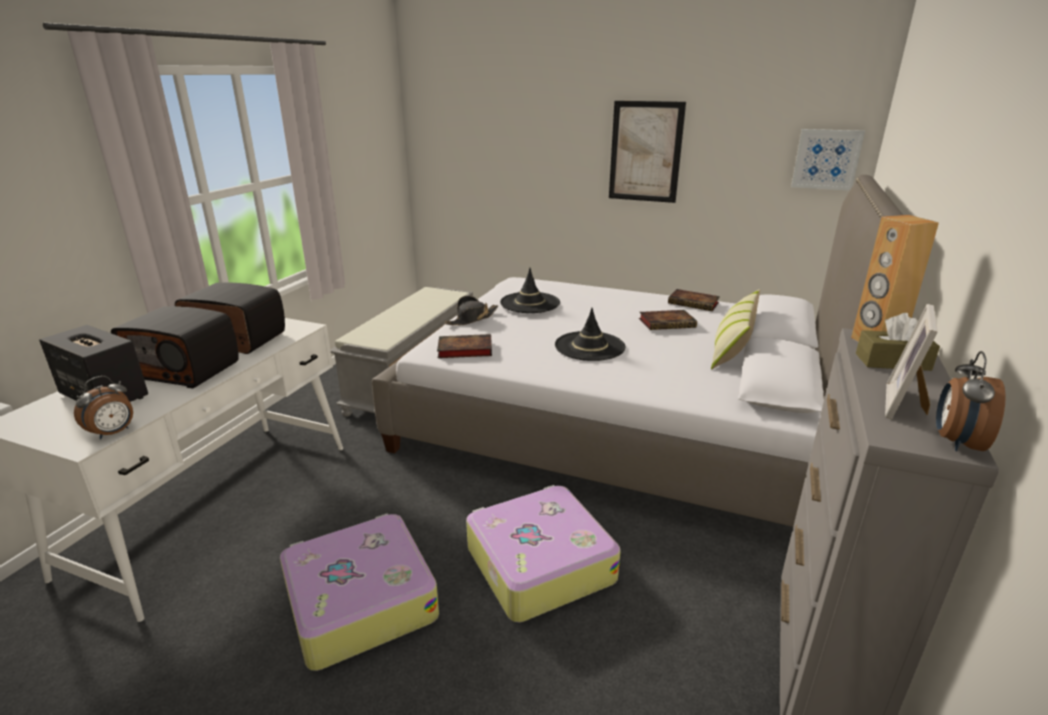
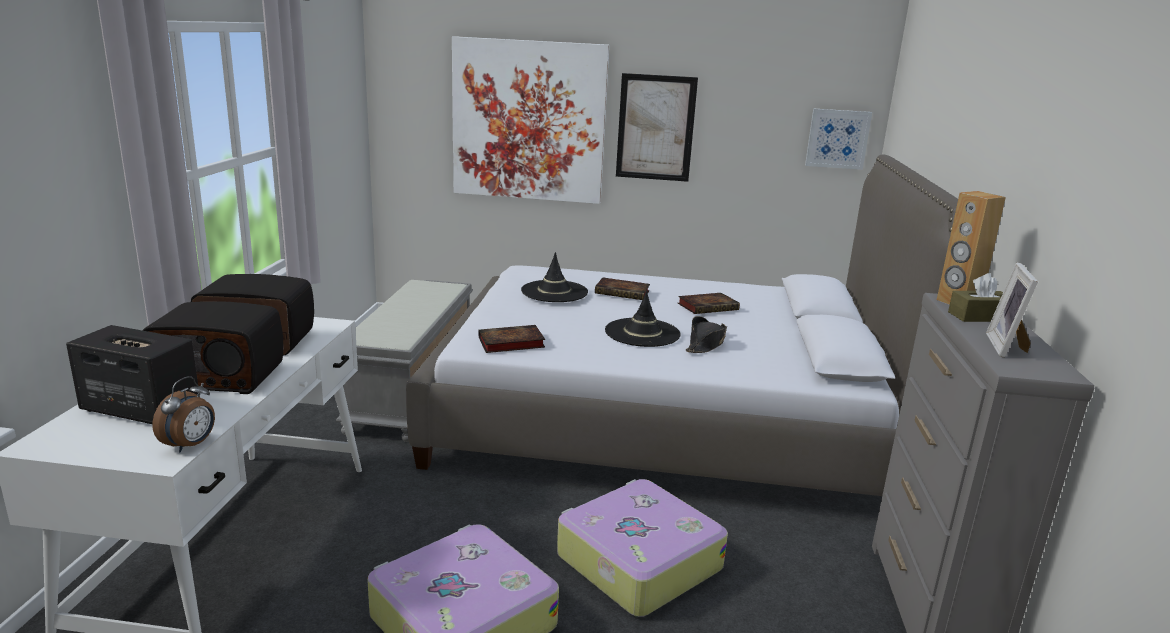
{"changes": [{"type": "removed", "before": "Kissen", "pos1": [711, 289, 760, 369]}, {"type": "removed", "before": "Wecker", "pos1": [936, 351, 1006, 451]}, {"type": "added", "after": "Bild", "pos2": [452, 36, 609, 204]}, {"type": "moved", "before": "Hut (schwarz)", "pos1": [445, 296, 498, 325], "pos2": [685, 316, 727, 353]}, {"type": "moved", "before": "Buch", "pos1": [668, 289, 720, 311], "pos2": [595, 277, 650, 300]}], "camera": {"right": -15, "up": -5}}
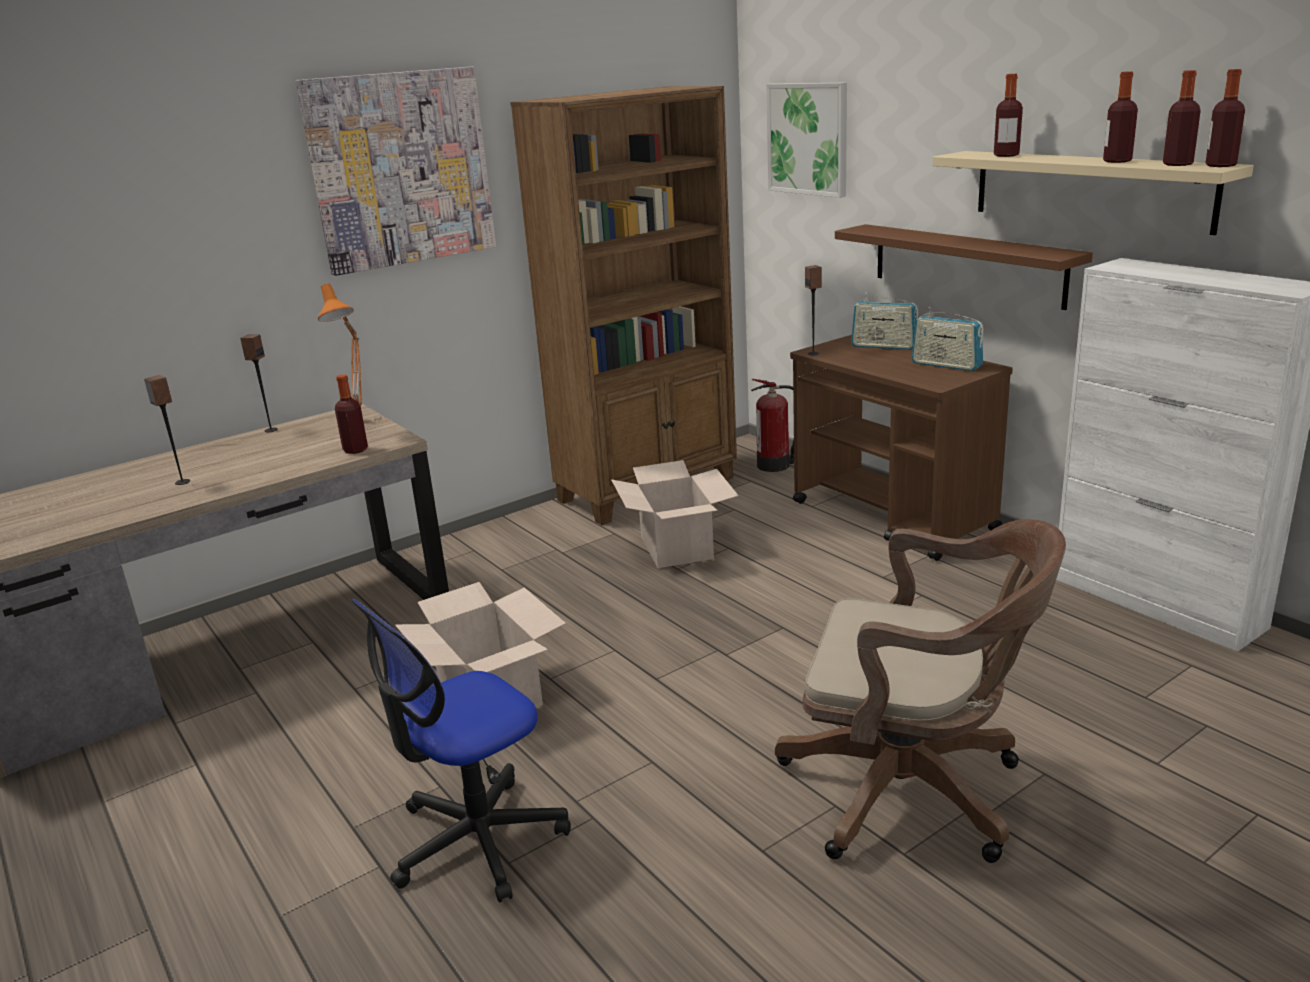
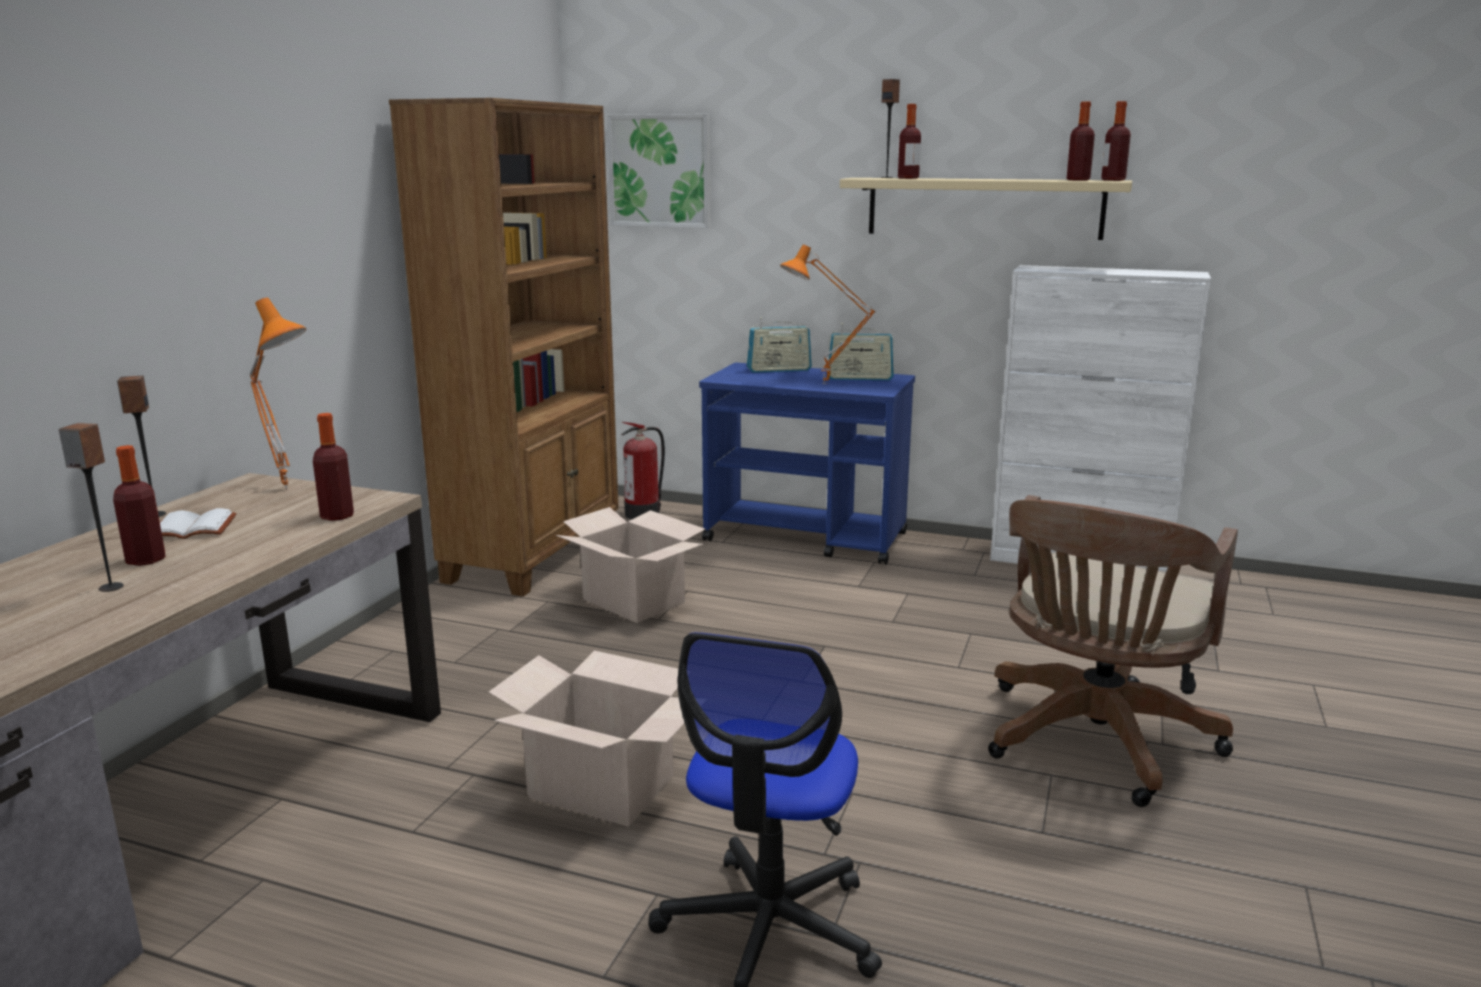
{"changes": [{"type": "removed", "before": "Bild", "pos1": [296, 66, 496, 276]}, {"type": "removed", "before": "Wandregal (braun)", "pos1": [835, 224, 1093, 310]}, {"type": "added", "after": "Buch (weiß)", "pos2": [160, 508, 237, 539]}, {"type": "added", "after": "Tischlampe (orange)", "pos2": [780, 244, 875, 384]}, {"type": "moved", "before": "Lautsprecher", "pos1": [805, 265, 822, 355], "pos2": [881, 79, 900, 178]}, {"type": "moved", "before": "Flasche", "pos1": [1103, 71, 1138, 163], "pos2": [113, 445, 165, 566]}, {"type": "recoloured", "before": "Rollwagen (braun)", "after": "Rollwagen (blau)", "pos1": [790, 335, 1013, 561], "pos2": [699, 363, 915, 565]}, {"type": "turned", "before": "Bürostuhl (braun)", "pos1": [775, 519, 1066, 863], "pos2": [988, 495, 1238, 807], "turn": 135}], "camera": {"right": -35, "up": -5}}
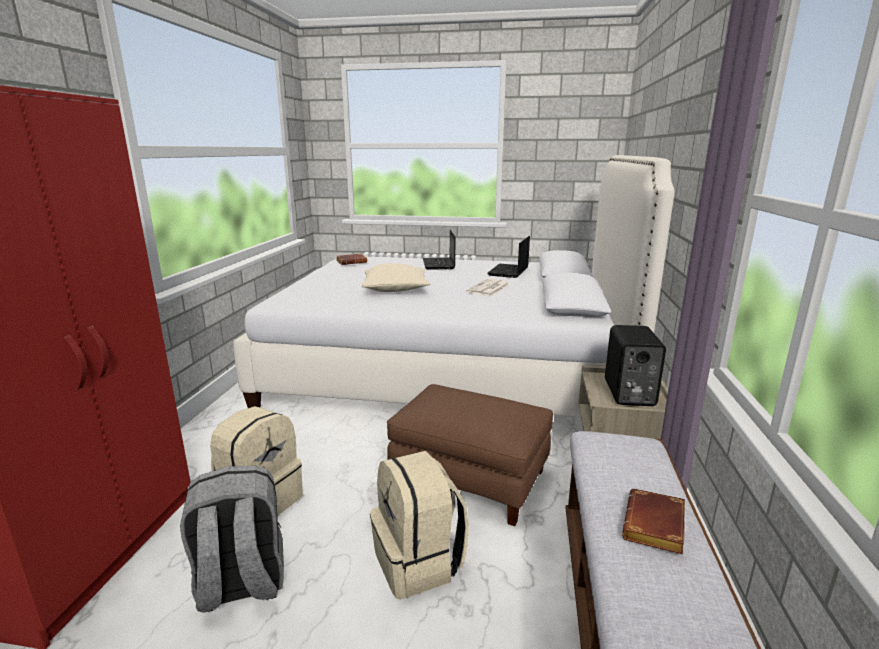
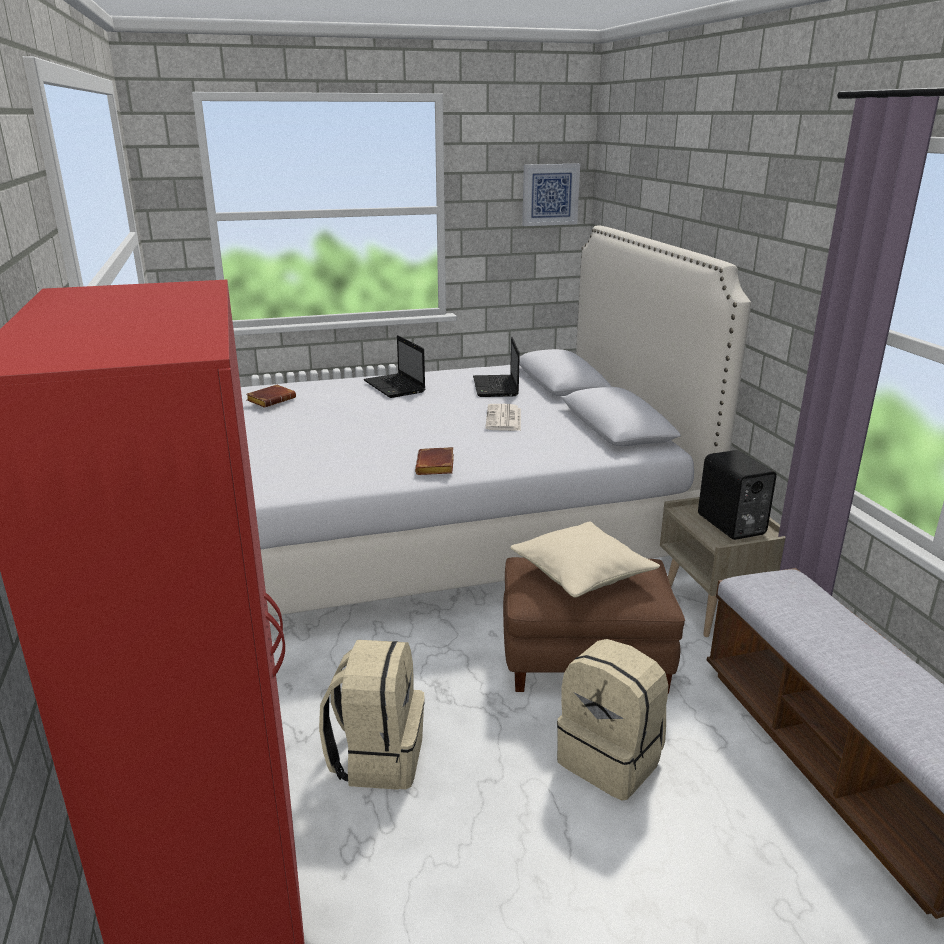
{"changes": [{"type": "removed", "before": "Rucksack (grau)", "pos1": [180, 466, 284, 613]}, {"type": "added", "after": "Bild", "pos2": [522, 164, 580, 226]}, {"type": "moved", "before": "Kissen (beige)", "pos1": [362, 263, 430, 292], "pos2": [510, 521, 660, 597]}, {"type": "moved", "before": "Buch (braun)", "pos1": [622, 489, 685, 554], "pos2": [415, 447, 454, 475]}], "camera": {"right": -25, "up": 5}}
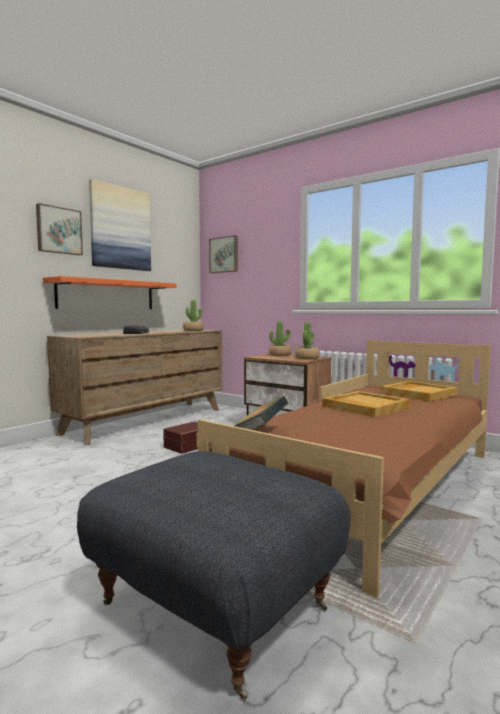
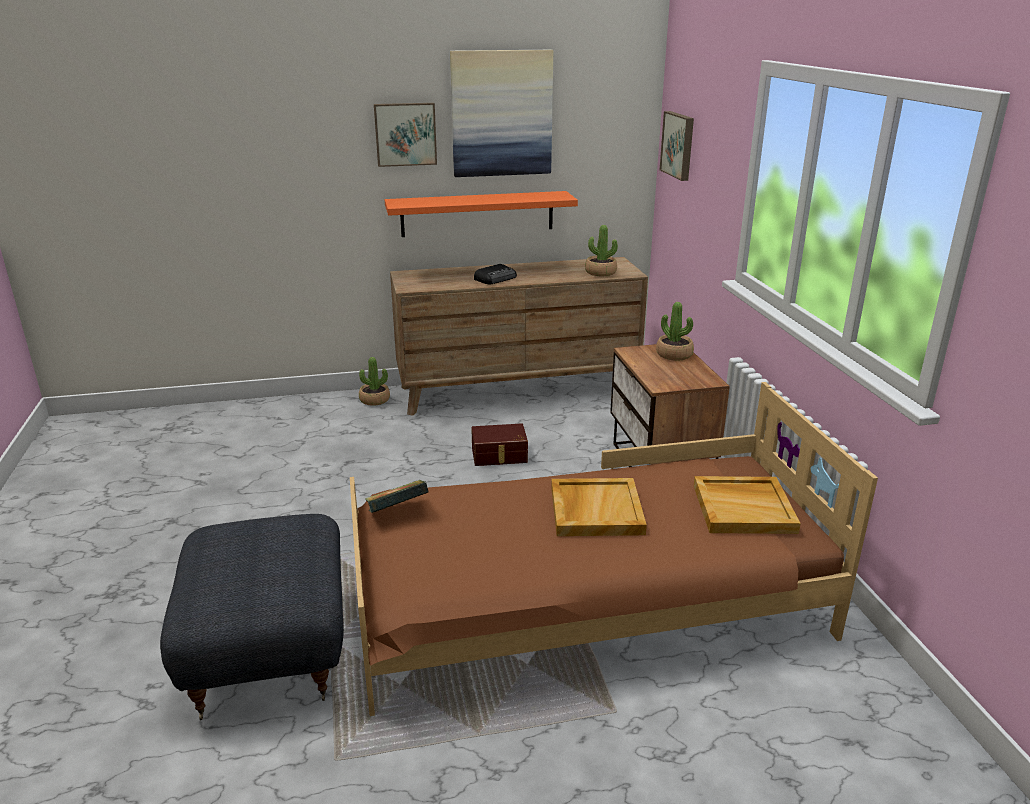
{"changes": [{"type": "moved", "before": "Topfpflanze", "pos1": [295, 321, 320, 359], "pos2": [359, 357, 390, 406]}], "camera": {"right": 40, "up": 20}}
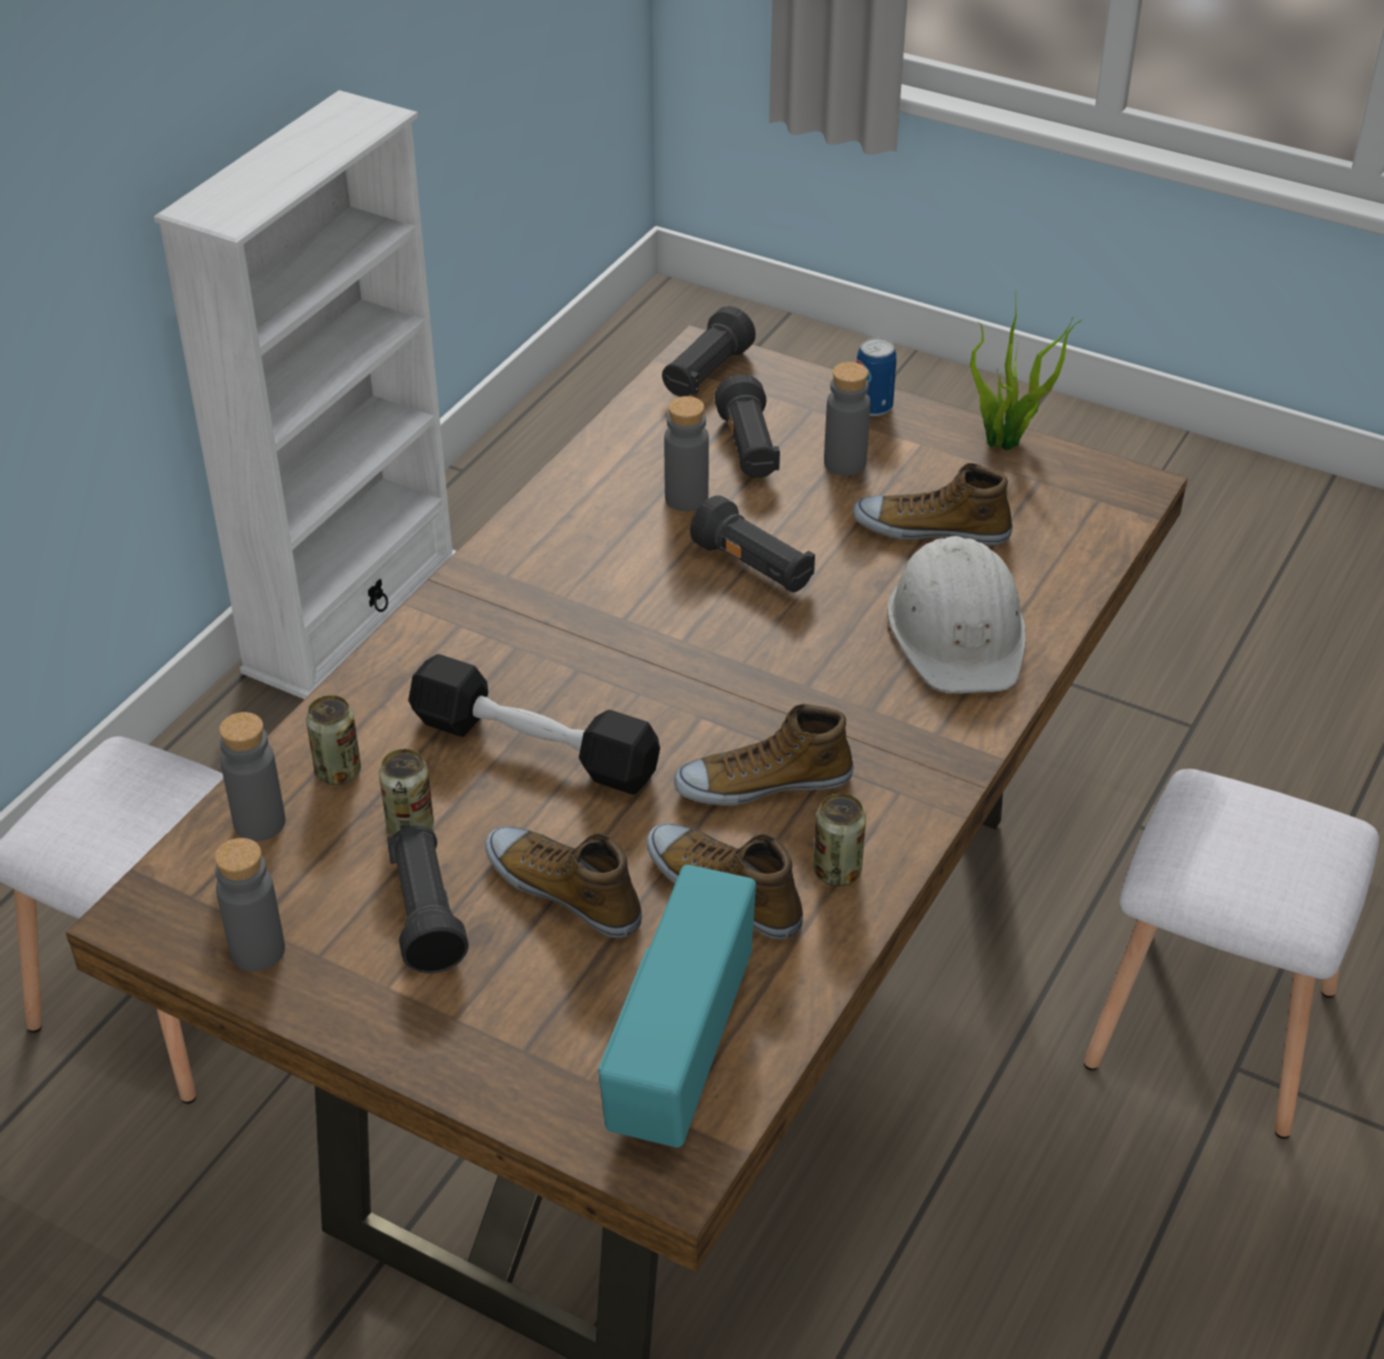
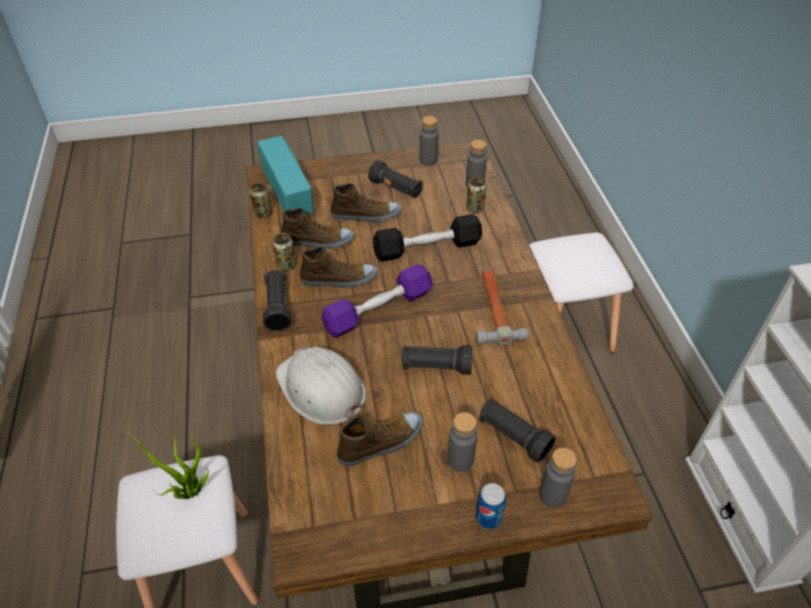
{"changes": [{"type": "added", "after": "Hantel (lila)", "pos2": [322, 264, 433, 338]}, {"type": "added", "after": "Hammer", "pos2": [476, 268, 529, 345]}, {"type": "moved", "before": "Dose", "pos1": [379, 749, 434, 836], "pos2": [250, 182, 272, 218]}, {"type": "moved", "before": "Taschenlampe (schwarz)", "pos1": [662, 306, 756, 397], "pos2": [263, 270, 291, 331]}, {"type": "moved", "before": "Flasche (grau)", "pos1": [664, 396, 709, 512], "pos2": [539, 448, 577, 508]}, {"type": "moved", "before": "Topfpflanze", "pos1": [970, 304, 1082, 451], "pos2": [125, 430, 209, 499]}, {"type": "turned", "before": "Schuh", "pos1": [674, 704, 854, 806], "pos2": [300, 247, 377, 288], "turn": 45}], "camera": {"right": 140, "up": 5}}
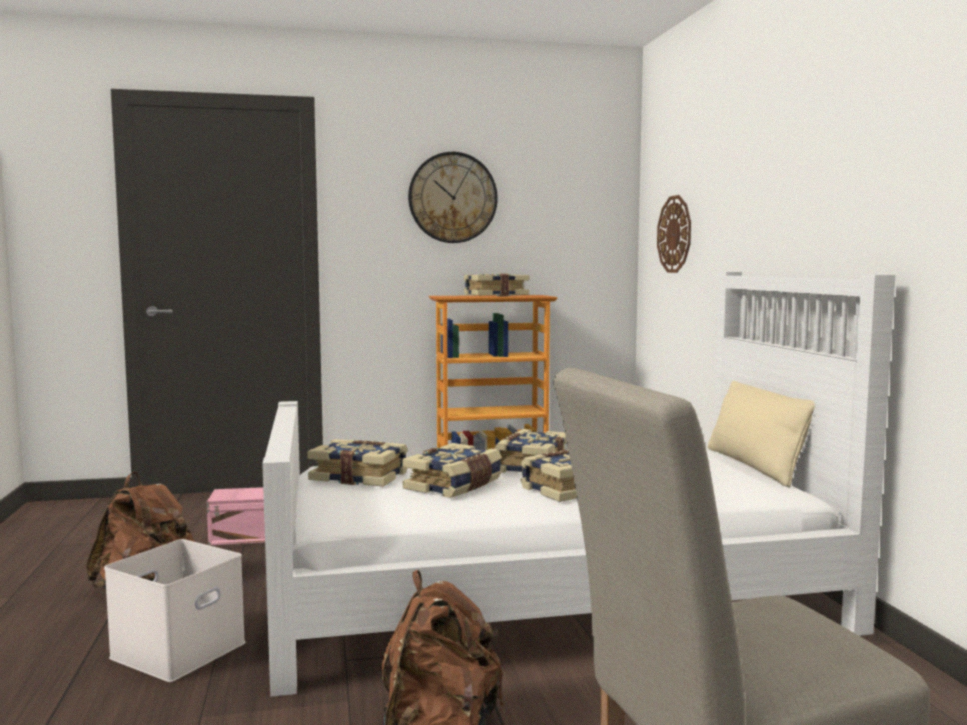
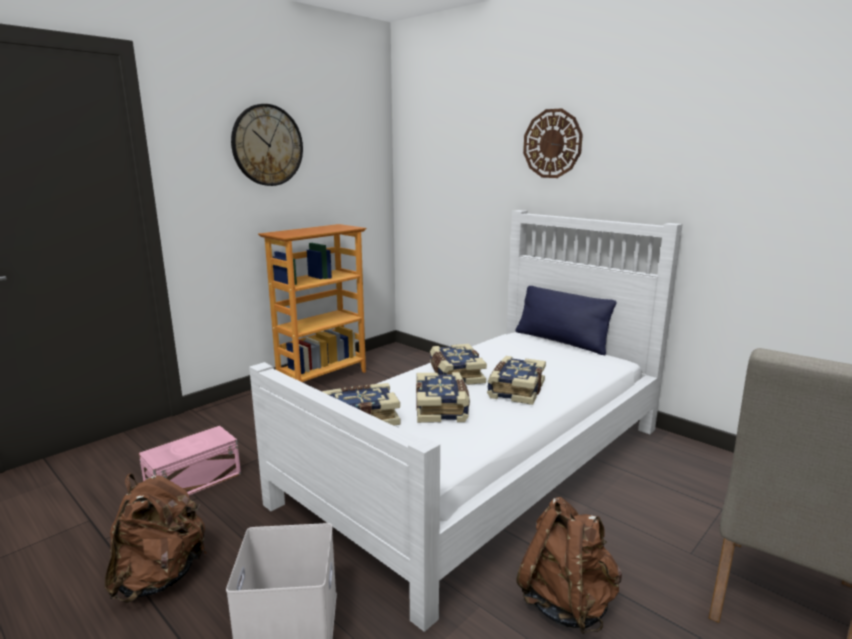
{"changes": [{"type": "removed", "before": "Buch", "pos1": [464, 274, 529, 297]}, {"type": "moved", "before": "Wanduhr", "pos1": [657, 195, 691, 273], "pos2": [523, 108, 583, 178]}, {"type": "recoloured", "before": "Kissen (beige)", "after": "Kissen (blau)", "pos1": [708, 381, 815, 487], "pos2": [515, 286, 617, 355]}], "camera": {"right": -35, "up": 10}}
